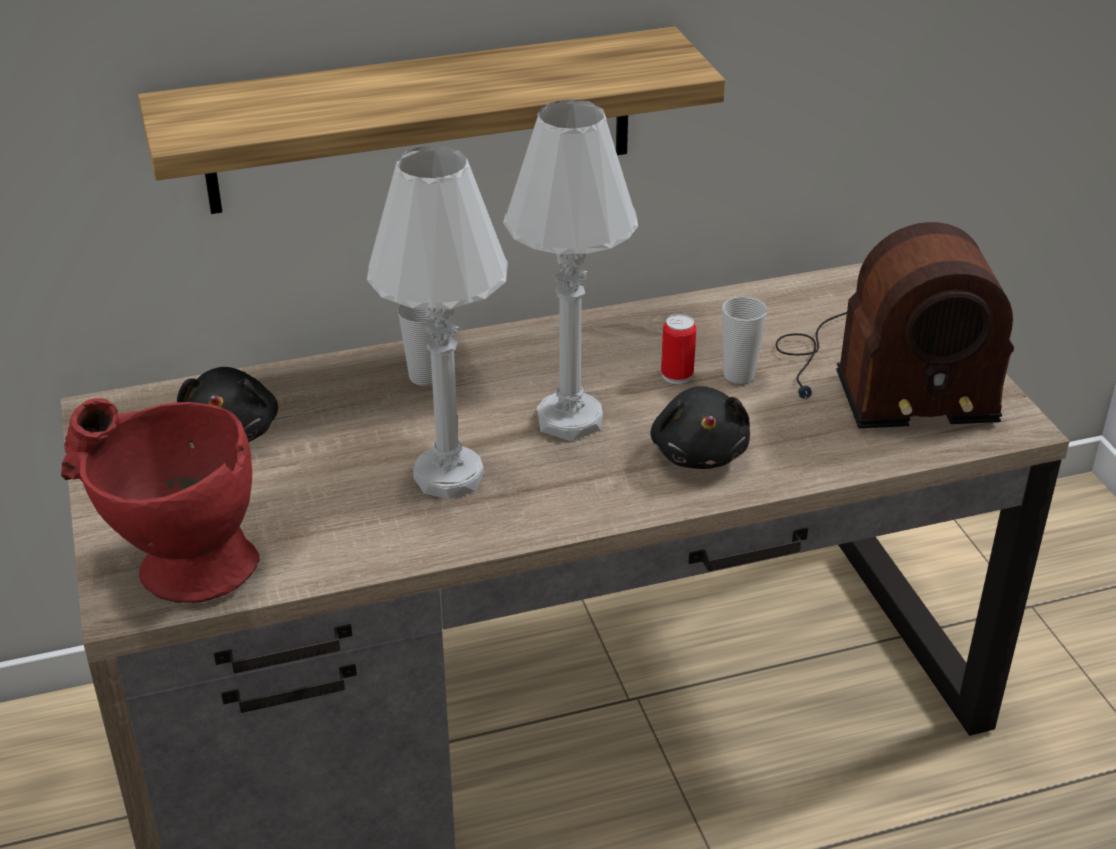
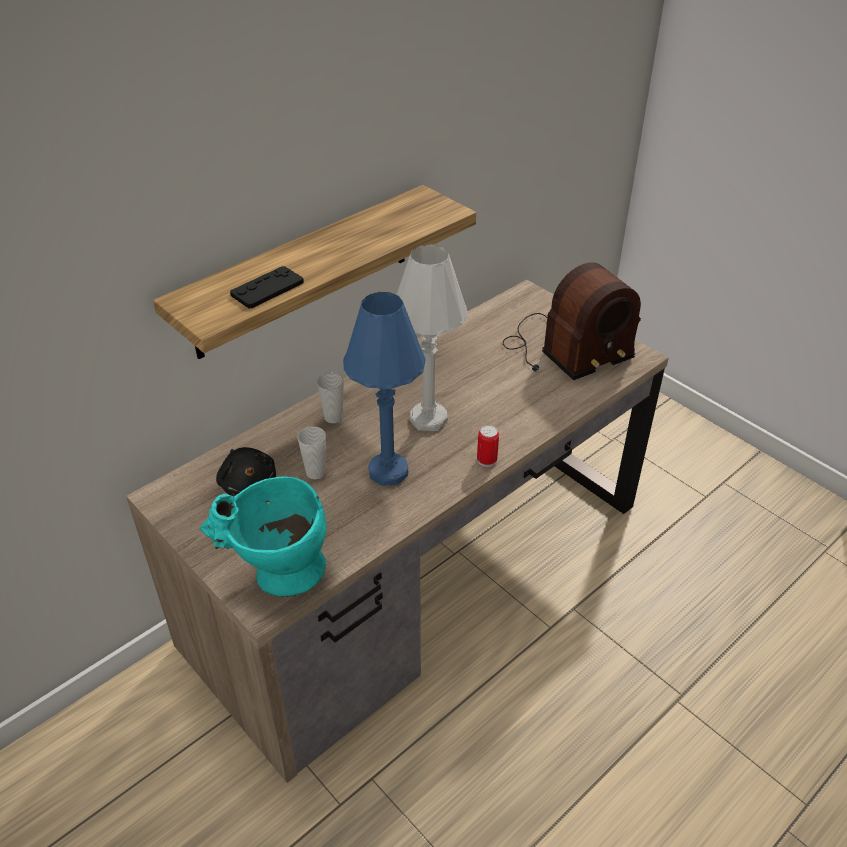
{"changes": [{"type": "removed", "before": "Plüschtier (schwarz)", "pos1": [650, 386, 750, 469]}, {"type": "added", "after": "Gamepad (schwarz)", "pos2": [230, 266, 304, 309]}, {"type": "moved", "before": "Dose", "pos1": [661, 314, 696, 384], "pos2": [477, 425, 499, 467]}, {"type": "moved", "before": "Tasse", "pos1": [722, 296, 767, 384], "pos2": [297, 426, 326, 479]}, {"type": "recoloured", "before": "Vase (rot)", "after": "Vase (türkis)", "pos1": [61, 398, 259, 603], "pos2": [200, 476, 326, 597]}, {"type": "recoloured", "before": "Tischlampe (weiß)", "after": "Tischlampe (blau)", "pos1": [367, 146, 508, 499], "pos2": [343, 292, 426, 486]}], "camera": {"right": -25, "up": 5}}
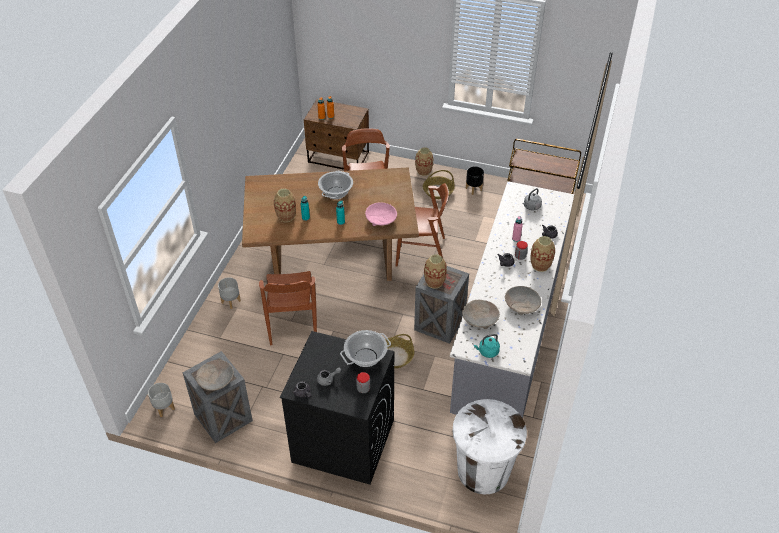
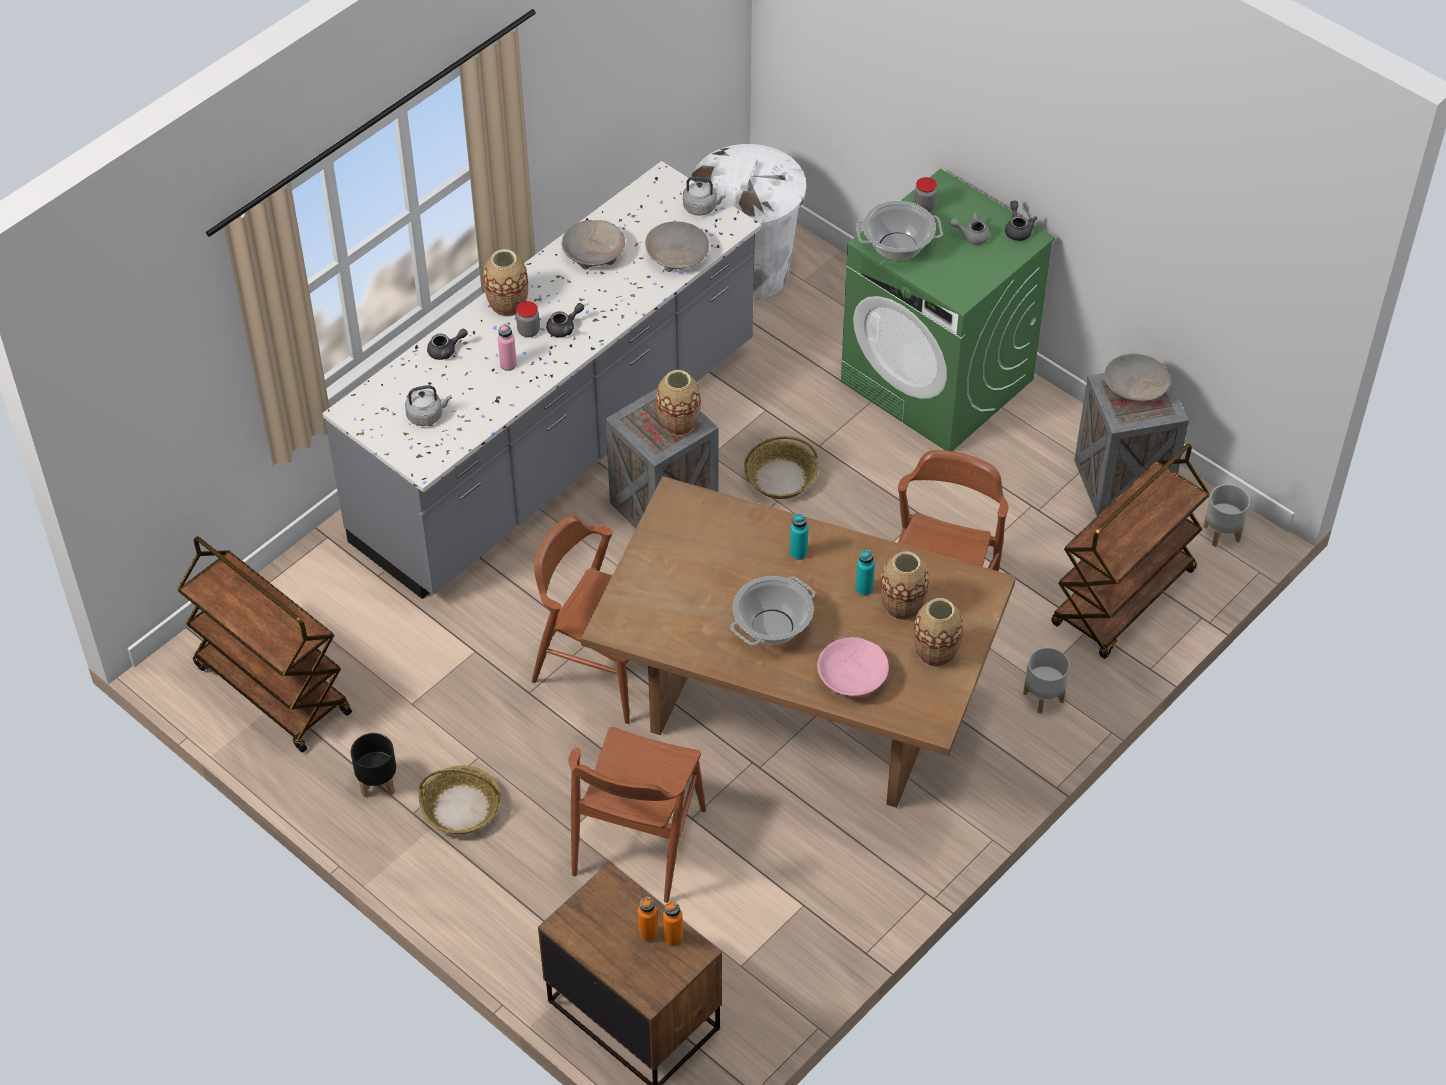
{"changes": [{"type": "added", "after": "Rollwagen (braun)", "pos2": [1051, 443, 1210, 659]}, {"type": "moved", "before": "Schüssel (rosa)", "pos1": [365, 202, 397, 226], "pos2": [817, 637, 889, 697]}, {"type": "moved", "before": "Vase", "pos1": [415, 147, 433, 176], "pos2": [913, 598, 963, 667]}, {"type": "recoloured", "before": "Waschmaschine (schwarz)", "after": "Waschmaschine (grün)", "pos1": [280, 331, 394, 485], "pos2": [841, 169, 1055, 451]}, {"type": "recoloured", "before": "Wasserkessel (türkis)", "after": "Wasserkessel (grau)", "pos1": [474, 334, 500, 358], "pos2": [683, 176, 726, 215]}], "camera": {"right": -155, "up": 5}}
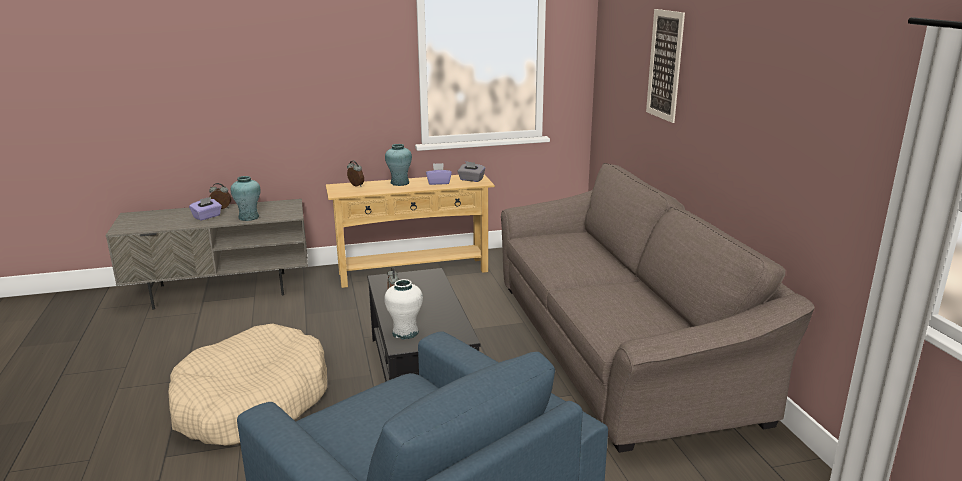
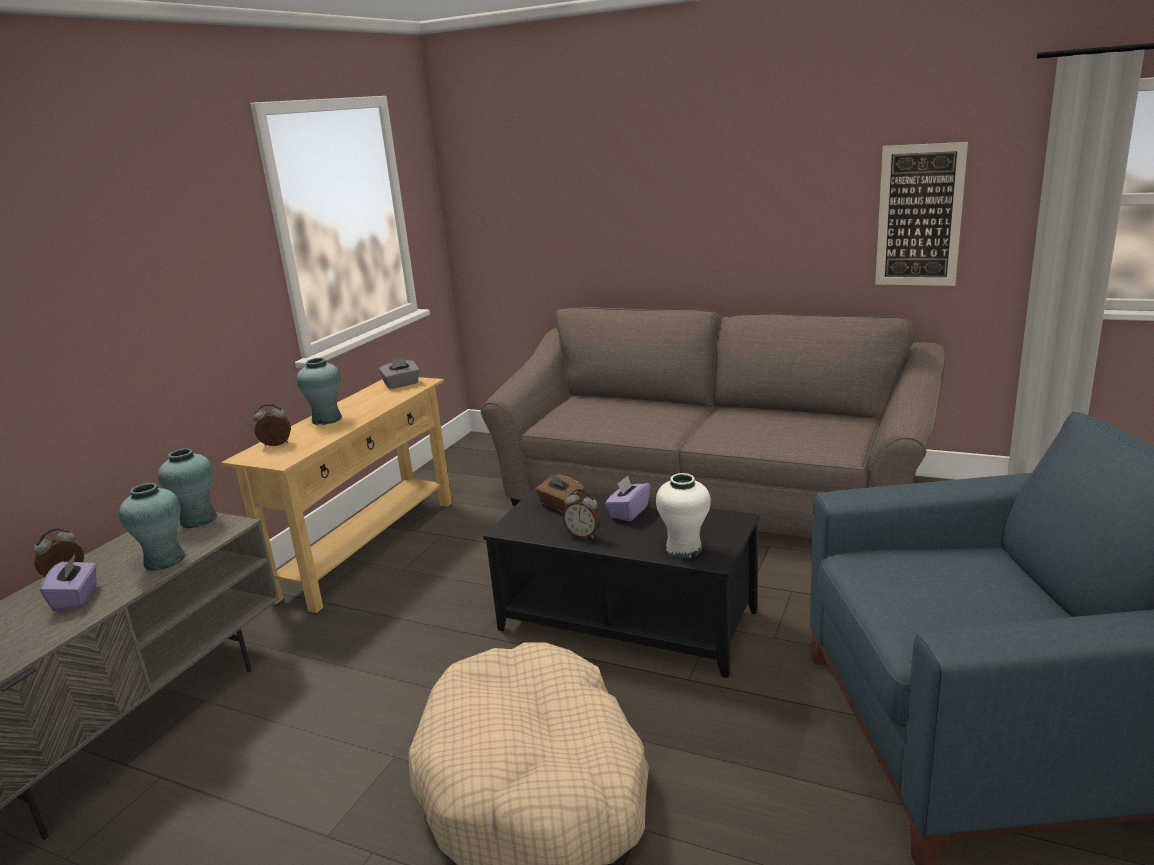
{"changes": [{"type": "added", "after": "Vase (türkis)", "pos2": [158, 448, 217, 528]}, {"type": "added", "after": "Taschentuchbox (braun)", "pos2": [535, 474, 584, 513]}, {"type": "moved", "before": "Taschentuchbox (lila)", "pos1": [426, 163, 452, 185], "pos2": [605, 476, 650, 522]}, {"type": "moved", "before": "Bild", "pos1": [646, 9, 685, 123], "pos2": [875, 142, 968, 286]}], "camera": {"right": -50, "up": 0}}
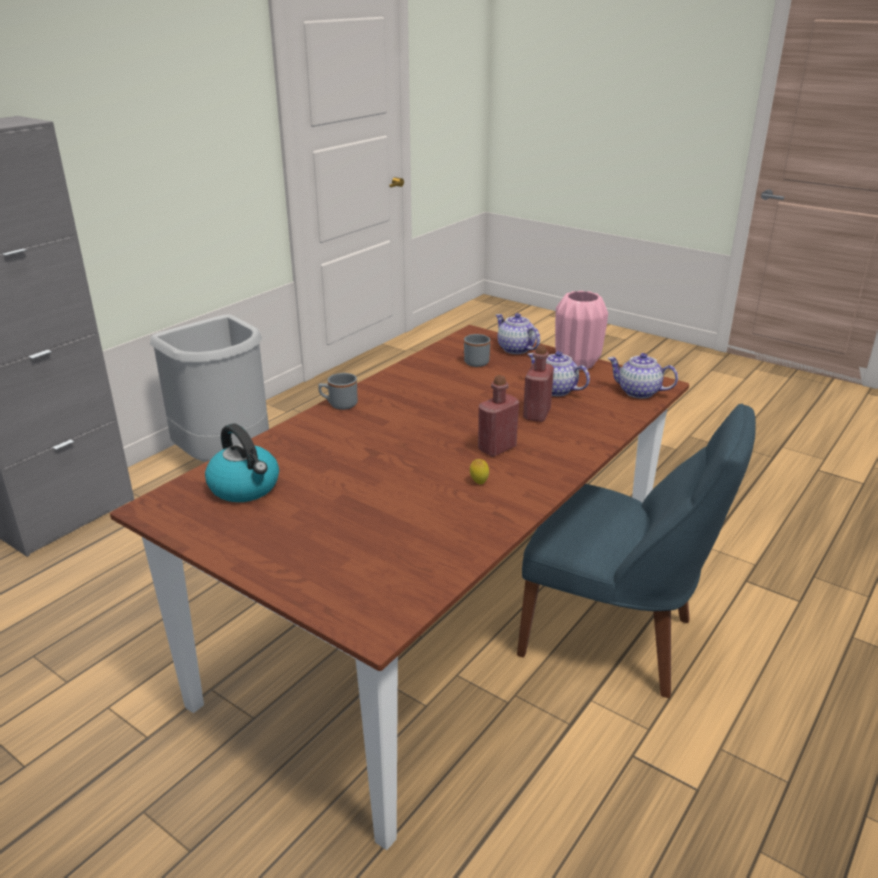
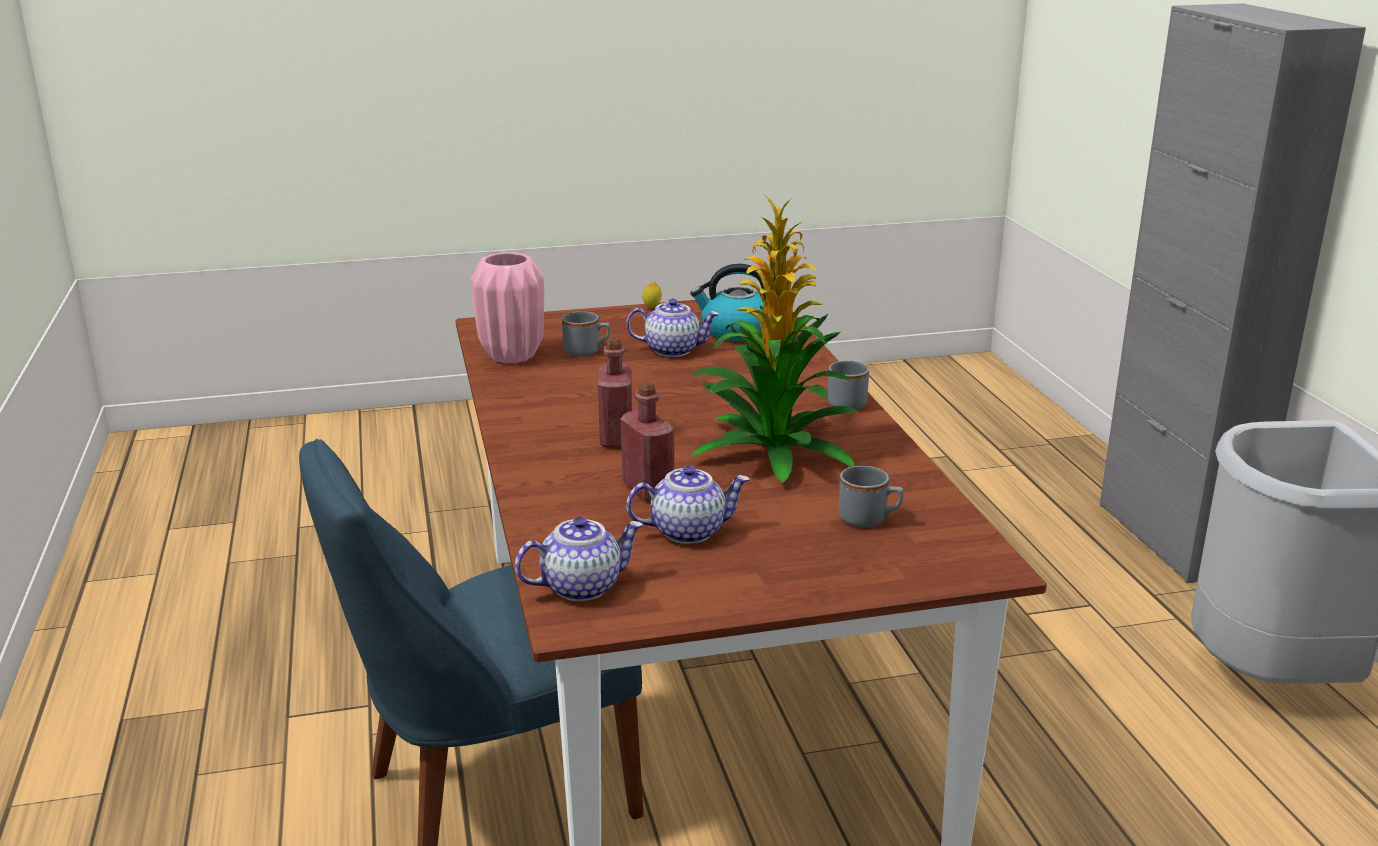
{"changes": [{"type": "added", "after": "Henkelbecher (grau)", "pos2": [562, 311, 610, 357]}, {"type": "added", "after": "Topfpflanze", "pos2": [690, 196, 857, 482]}, {"type": "moved", "before": "Zitrone", "pos1": [470, 459, 489, 485], "pos2": [642, 282, 662, 308]}, {"type": "moved", "before": "Teekanne", "pos1": [496, 313, 540, 354], "pos2": [626, 299, 719, 357]}, {"type": "moved", "before": "Vase (rosa)", "pos1": [555, 291, 608, 371], "pos2": [471, 252, 544, 363]}], "camera": {"right": 130, "up": -5}}
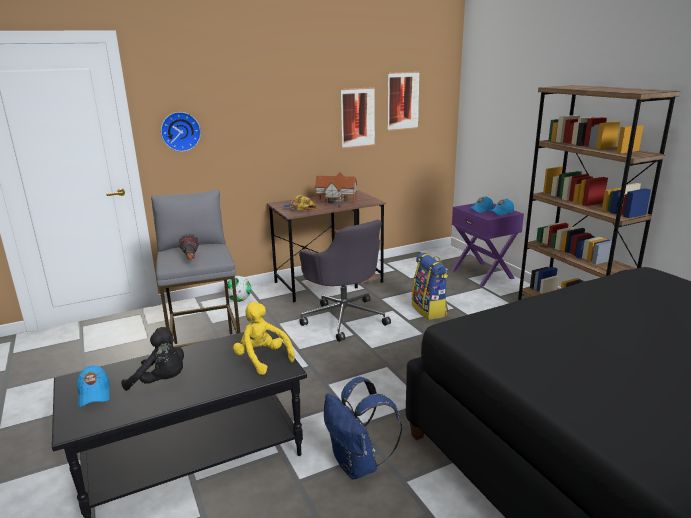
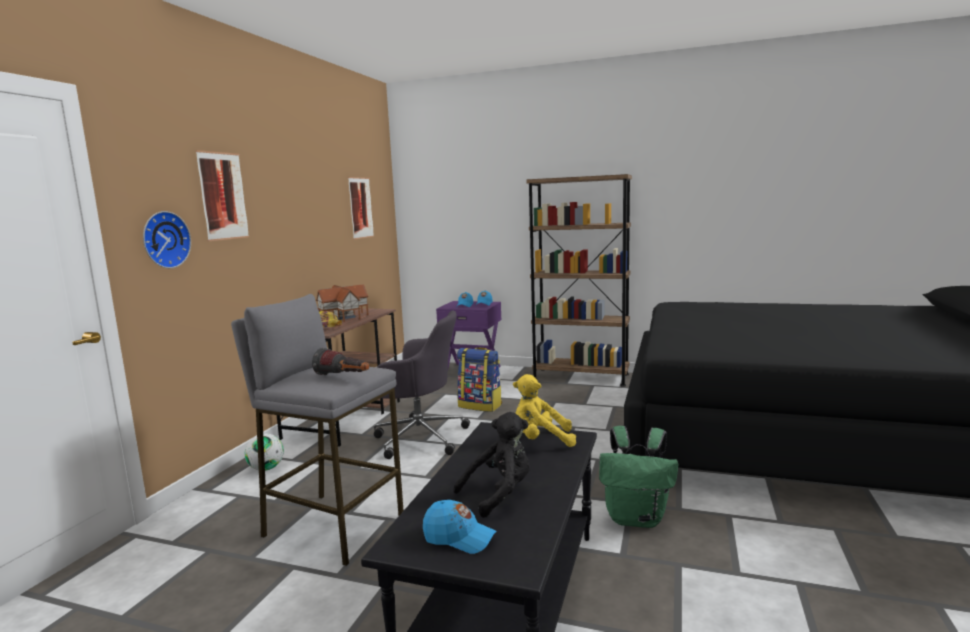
{"changes": [{"type": "moved", "before": "Bild", "pos1": [341, 87, 375, 149], "pos2": [195, 150, 249, 241]}, {"type": "recoloured", "before": "Rucksack (blau)", "after": "Rucksack (grün)", "pos1": [324, 377, 402, 480], "pos2": [599, 426, 678, 528]}], "camera": {"right": -45, "up": -10}}
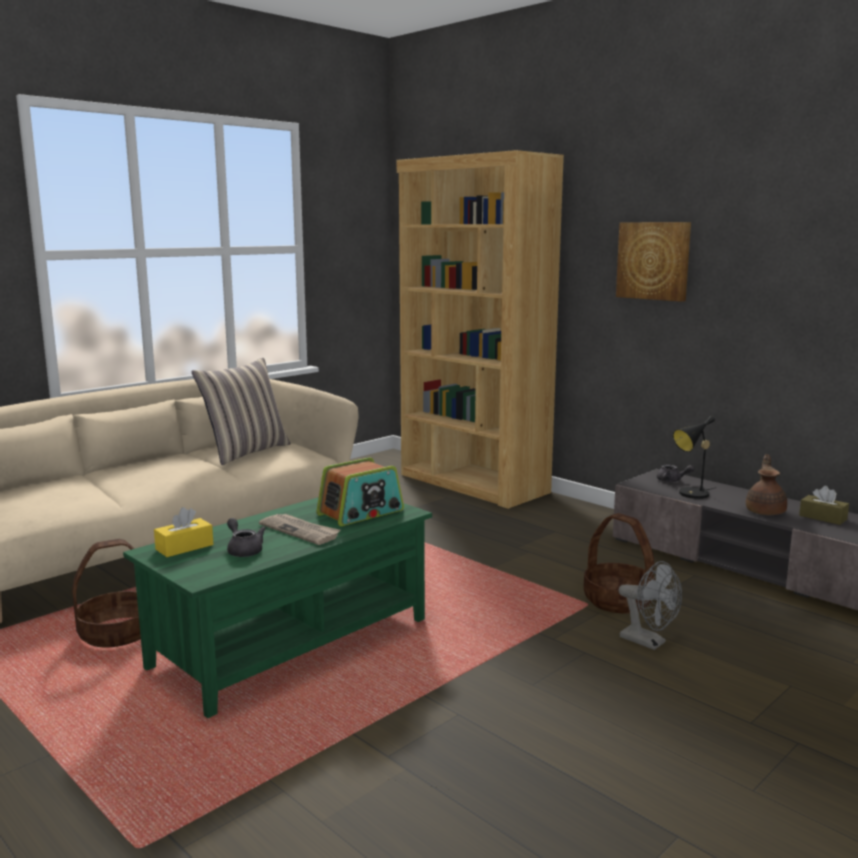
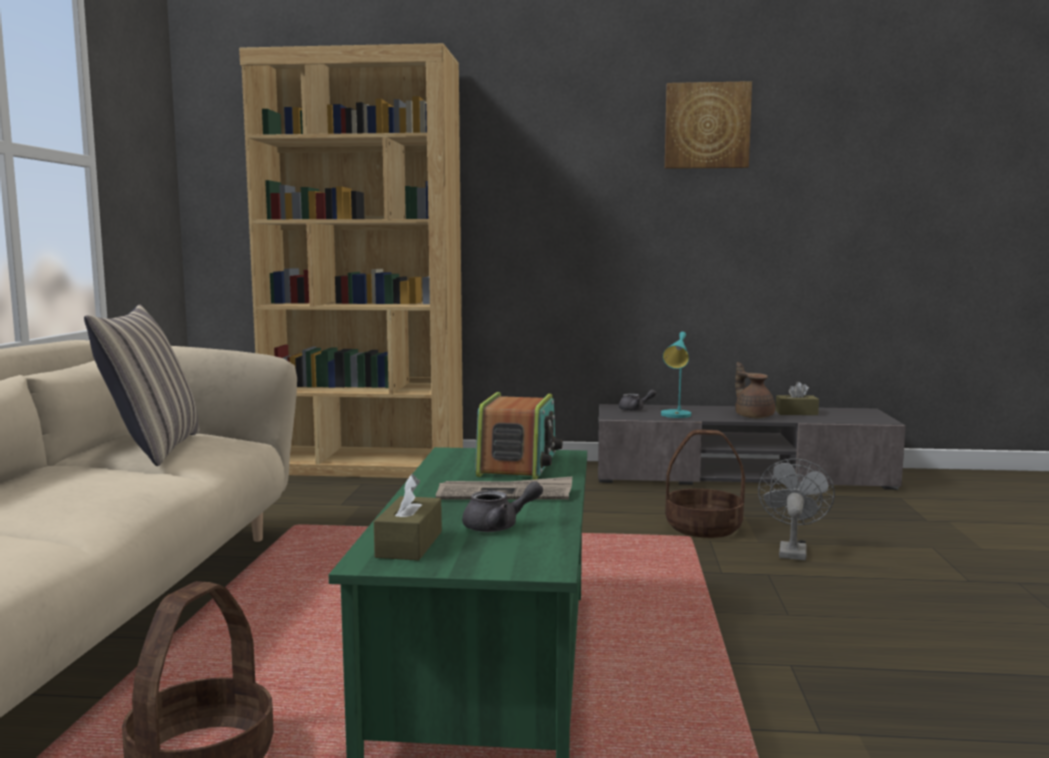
{"changes": [{"type": "moved", "before": "Bild", "pos1": [616, 222, 691, 302], "pos2": [665, 81, 752, 169]}, {"type": "recoloured", "before": "Taschentuchbox (gelb)", "after": "Taschentuchbox (braun)", "pos1": [154, 507, 213, 557], "pos2": [374, 474, 442, 560]}, {"type": "recoloured", "before": "Tischlampe (schwarz)", "after": "Tischlampe (türkis)", "pos1": [673, 416, 715, 499], "pos2": [661, 332, 691, 418]}, {"type": "turned", "before": "Teekanne (grau)", "pos1": [227, 518, 266, 557], "pos2": [462, 481, 543, 532], "turn": 150}, {"type": "turned", "before": "Ventilator (grau)", "pos1": [618, 561, 682, 650], "pos2": [758, 458, 835, 560], "turn": -75}], "camera": {"right": -40, "up": -5}}
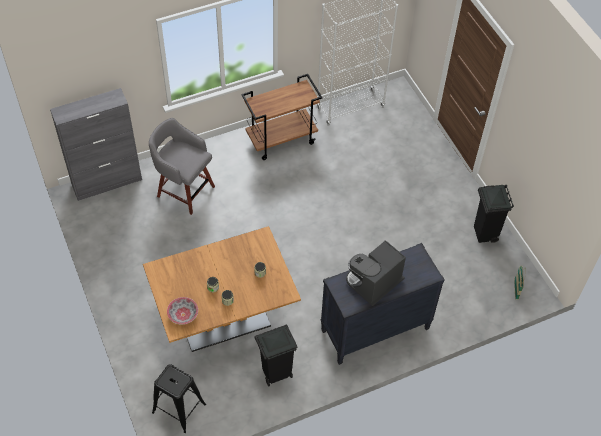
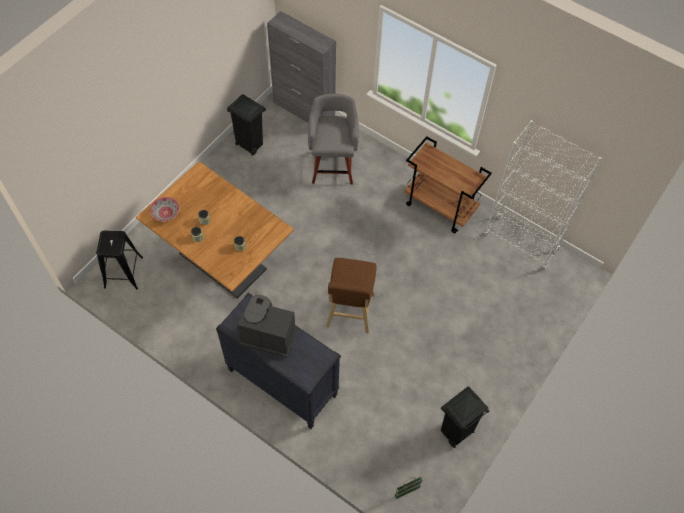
{"changes": [{"type": "added", "after": "Hocker (braun)", "pos2": [326, 258, 377, 334]}, {"type": "moved", "before": "Mülleimer (schwarz)", "pos1": [254, 325, 297, 386], "pos2": [227, 94, 266, 156]}], "camera": {"right": 60, "up": 5}}
